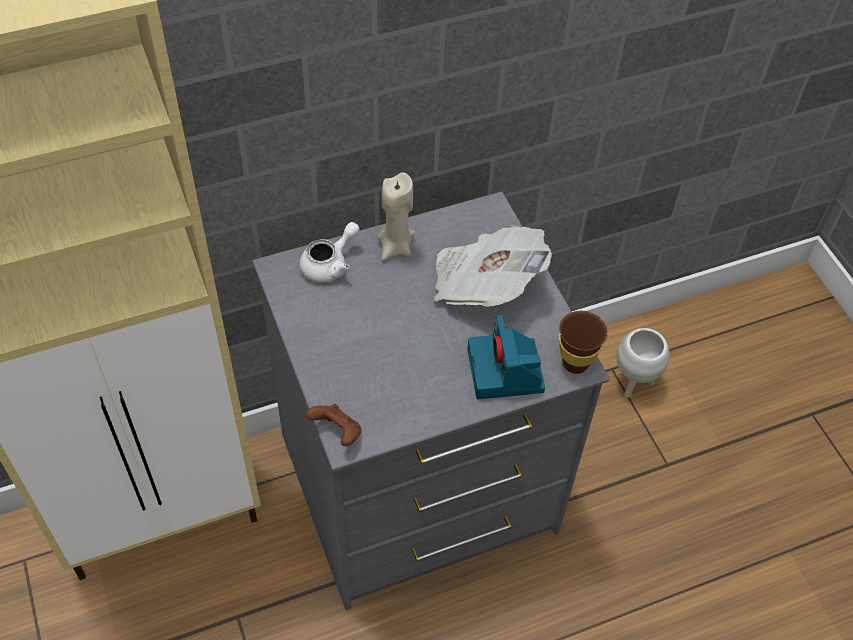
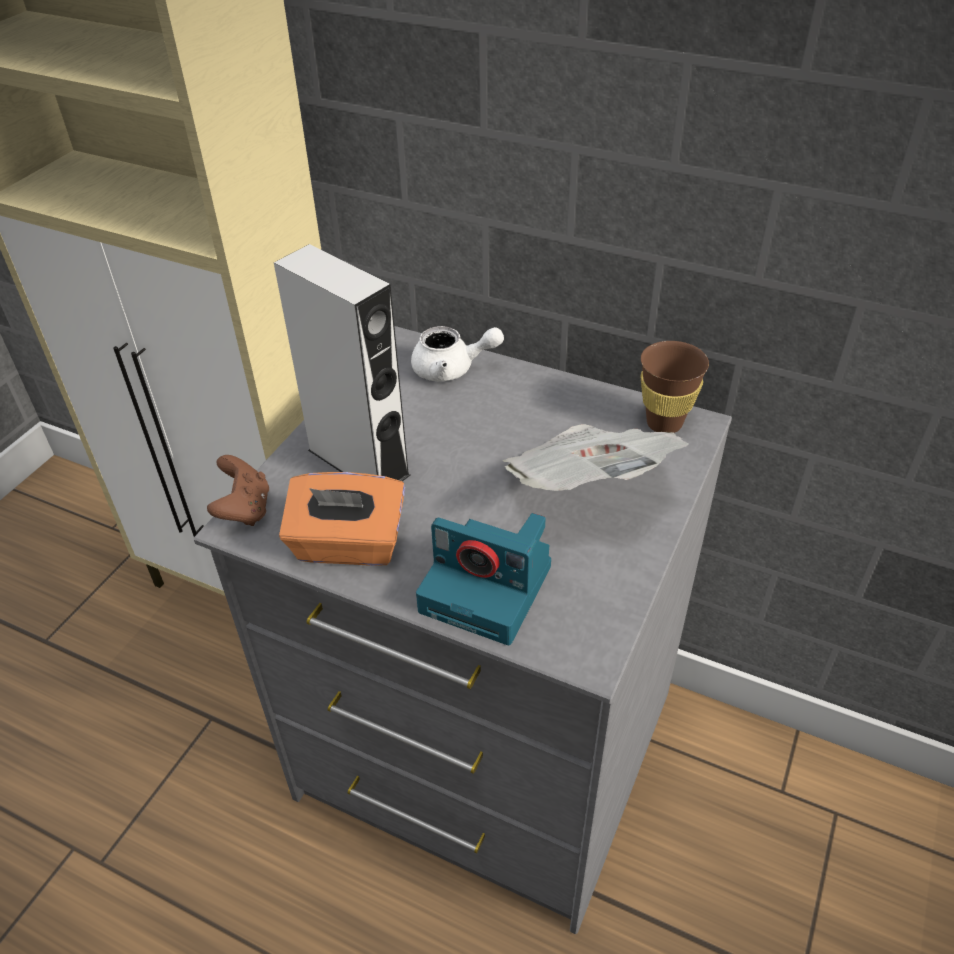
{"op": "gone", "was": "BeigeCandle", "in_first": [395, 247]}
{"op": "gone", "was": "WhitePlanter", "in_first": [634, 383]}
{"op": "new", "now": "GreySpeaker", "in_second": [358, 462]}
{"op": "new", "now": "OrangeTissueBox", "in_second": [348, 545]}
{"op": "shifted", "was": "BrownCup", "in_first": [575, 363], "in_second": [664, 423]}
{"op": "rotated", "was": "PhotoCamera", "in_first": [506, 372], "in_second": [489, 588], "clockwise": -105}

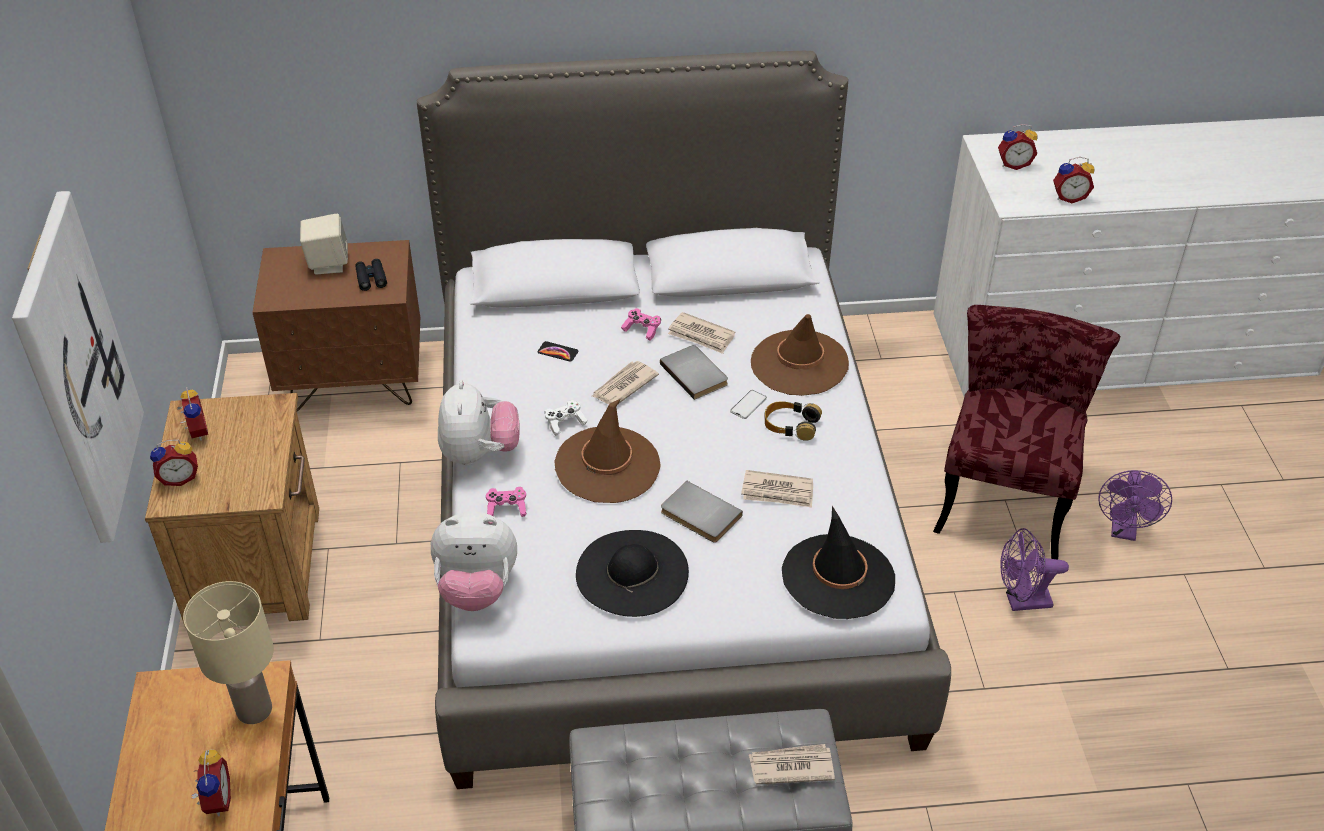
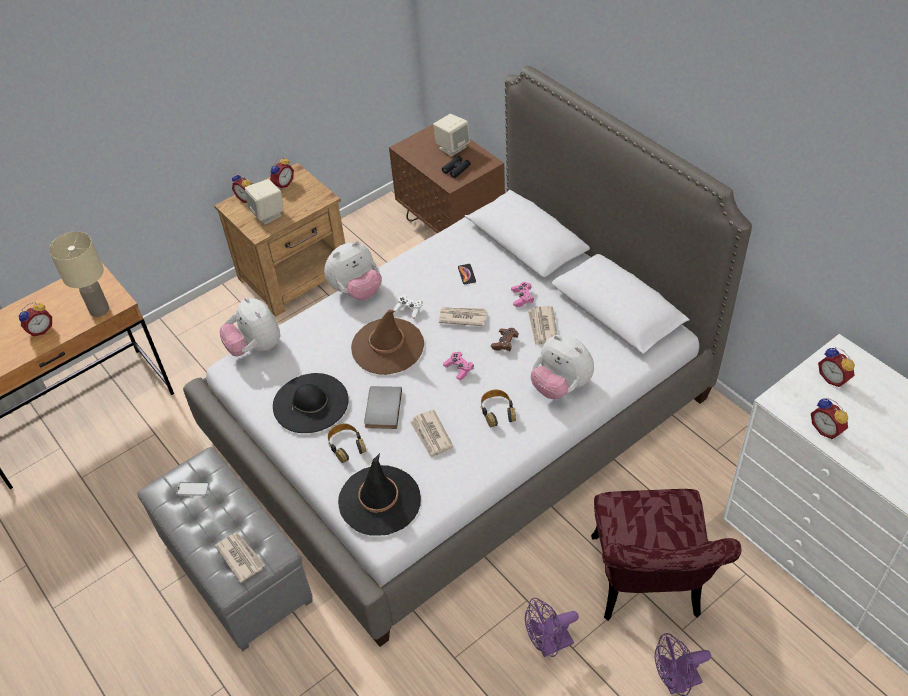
{"op": "gone", "was": "Picture", "in_first": [76, 371]}
{"op": "new", "now": "BeigeSpeaker", "in_second": [268, 214]}
{"op": "new", "now": "Headphones", "in_second": [346, 445]}
{"op": "shifted", "was": "PinkGameController", "in_first": [507, 508], "in_second": [459, 369]}
{"op": "shifted", "was": "Phone", "in_first": [748, 405], "in_second": [193, 489]}
{"op": "swapped", "was": "GreyBook", "now": "BrownGameController", "in_first": [696, 373], "in_second": [505, 343]}
{"op": "swapped", "was": "BrownHat", "now": "PlushToy", "in_first": [799, 363], "in_second": [561, 386]}
{"op": "rotated", "was": "RedChair", "in_first": [1005, 493], "in_second": [648, 588], "clockwise": 105}
{"op": "rotated", "was": "PurpleFan", "in_first": [1021, 602], "in_second": [549, 645], "clockwise": -75}

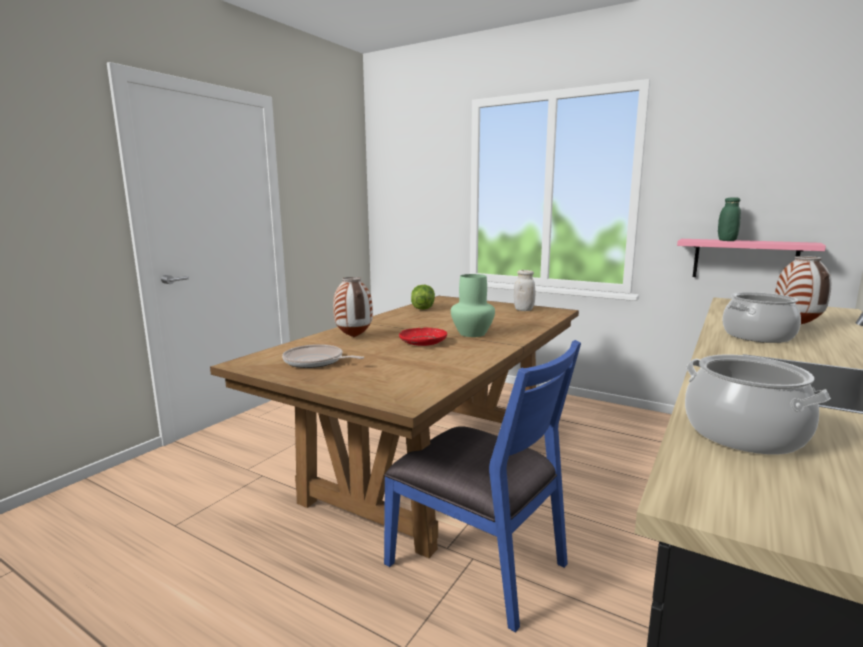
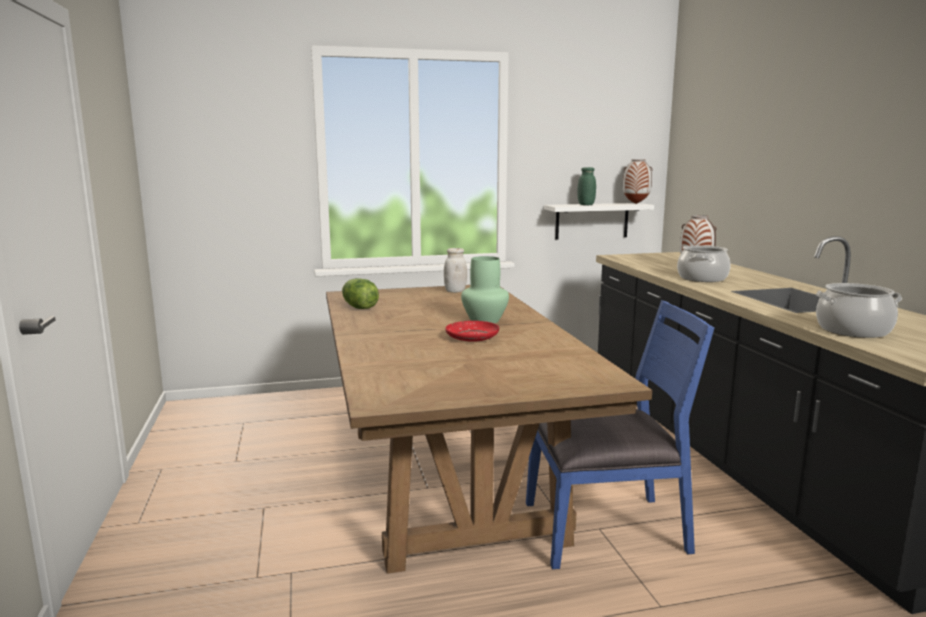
{"op": "gone", "was": "FryingPan", "in_first": [316, 361]}
{"op": "shifted", "was": "Vase", "in_first": [353, 337], "in_second": [635, 204]}
{"op": "repainted", "was": "PinkShelf", "now": "WhiteShelf", "in_first": [744, 260], "in_second": [592, 221]}

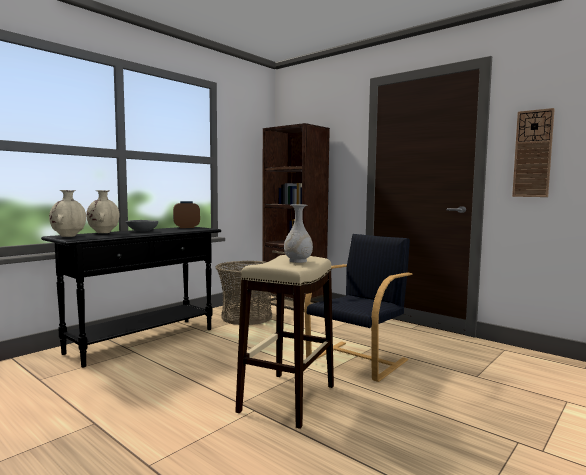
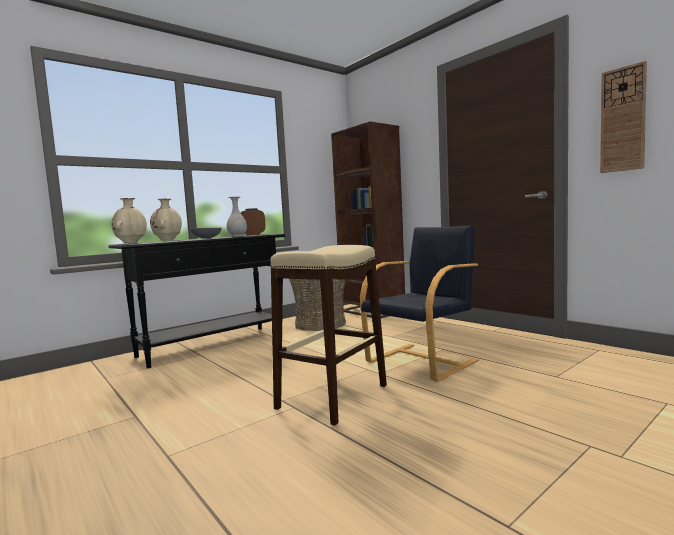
{"op": "shifted", "was": "WhiteVase", "in_first": [298, 261], "in_second": [237, 236]}

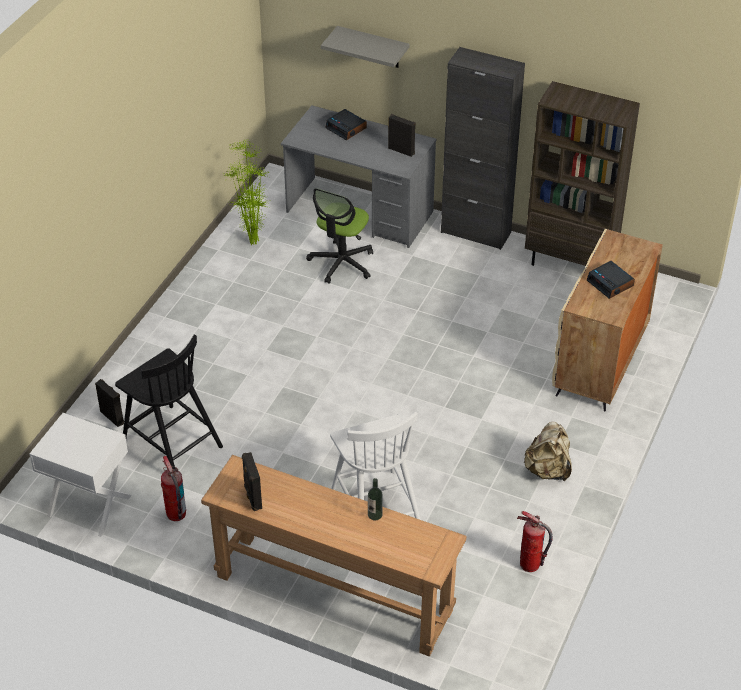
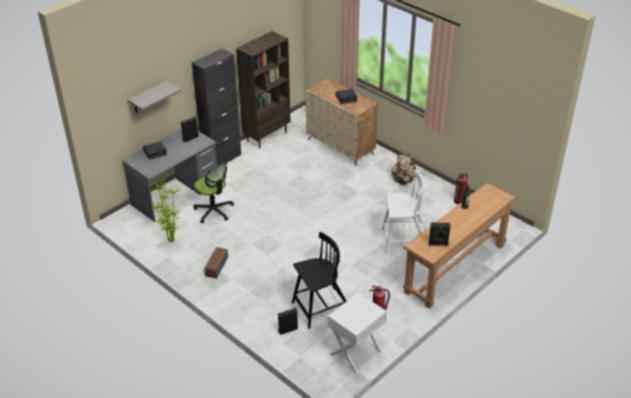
{"op": "new", "now": "Speaker", "in_second": [216, 266]}

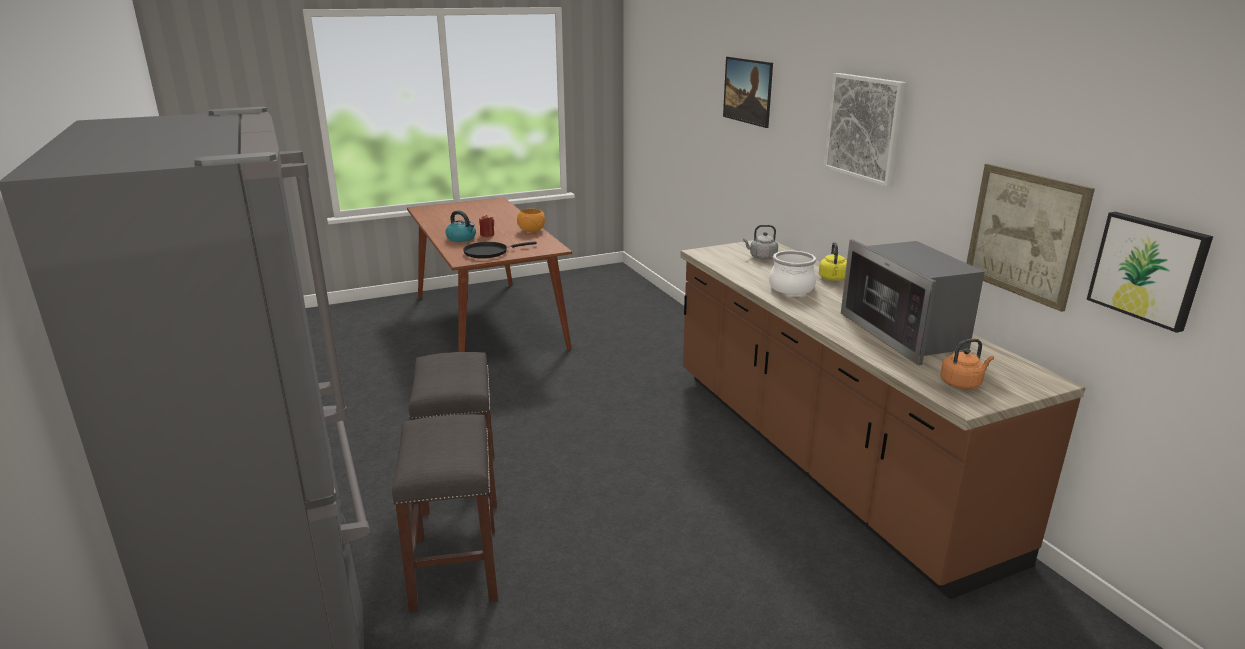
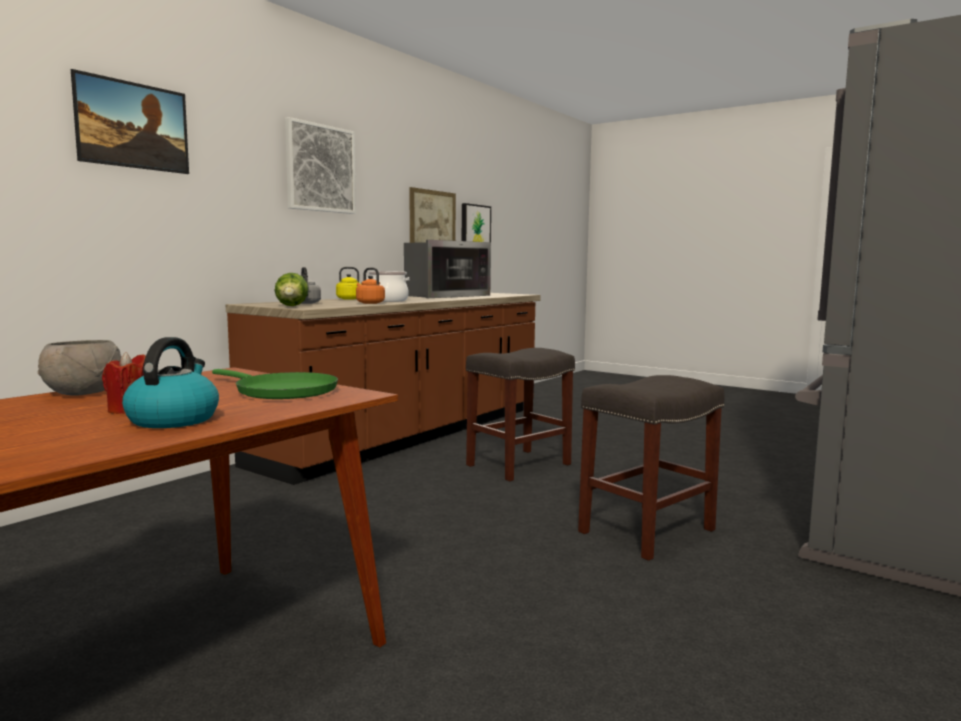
{"op": "new", "now": "Lettuce", "in_second": [292, 306]}
{"op": "shifted", "was": "GreyStool", "in_first": [455, 569], "in_second": [519, 464]}
{"op": "shifted", "was": "OrangeKettle", "in_first": [962, 383], "in_second": [369, 303]}
{"op": "repainted", "was": "BlackFryingPan", "now": "GreenFryingPan", "in_first": [489, 252], "in_second": [282, 391]}
{"op": "repainted", "was": "OrangeBowl", "now": "GreyBowl", "in_first": [531, 231], "in_second": [85, 393]}

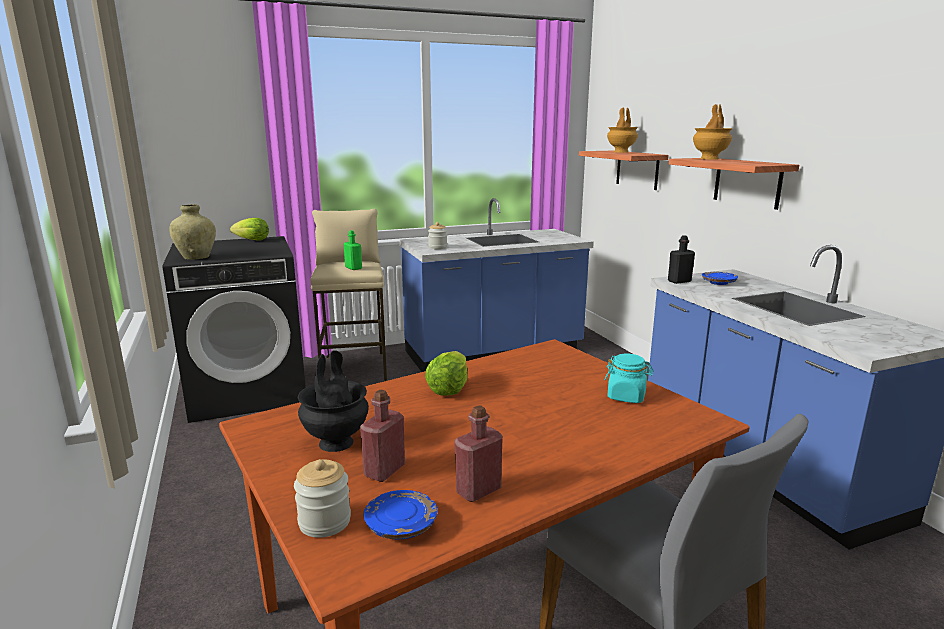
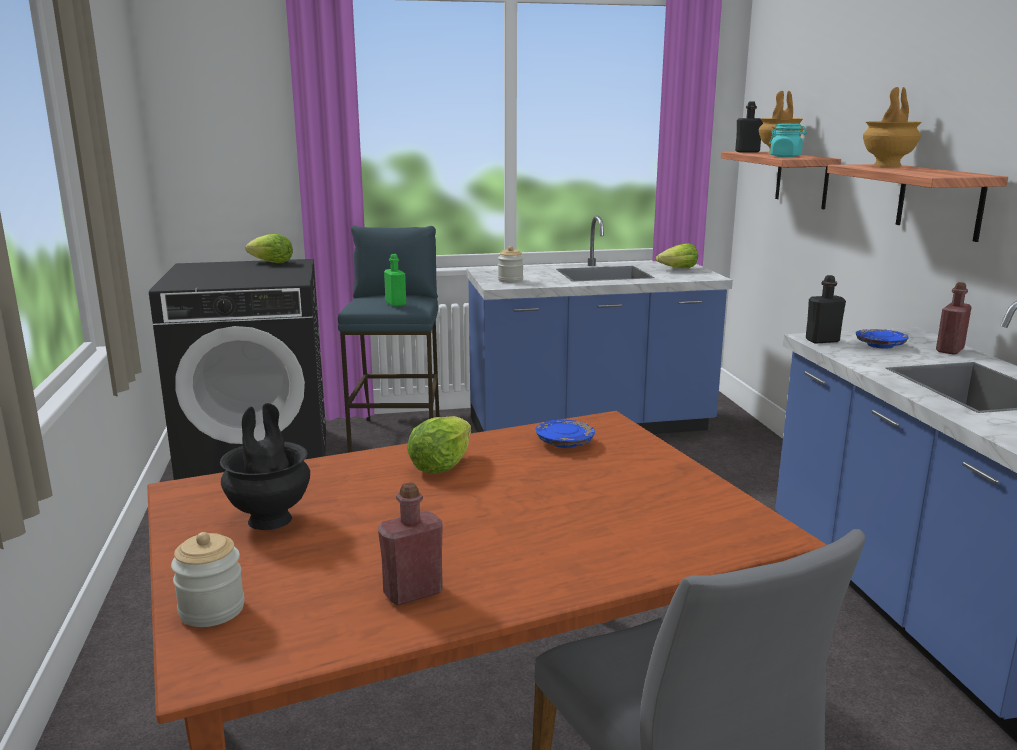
{"op": "gone", "was": "BeigeVase", "in_first": [196, 257]}
{"op": "new", "now": "Lettuce", "in_second": [678, 269]}
{"op": "new", "now": "BlackBottle", "in_second": [747, 152]}
{"op": "shifted", "was": "RedBottle", "in_first": [384, 471], "in_second": [949, 350]}
{"op": "shifted", "was": "BluePlate", "in_first": [401, 525], "in_second": [564, 442]}
{"op": "shifted", "was": "TurquoiseJar", "in_first": [626, 396], "in_second": [785, 156]}
{"op": "repainted", "was": "BeigeStool", "now": "BlueStool", "in_first": [355, 368], "in_second": [398, 437]}

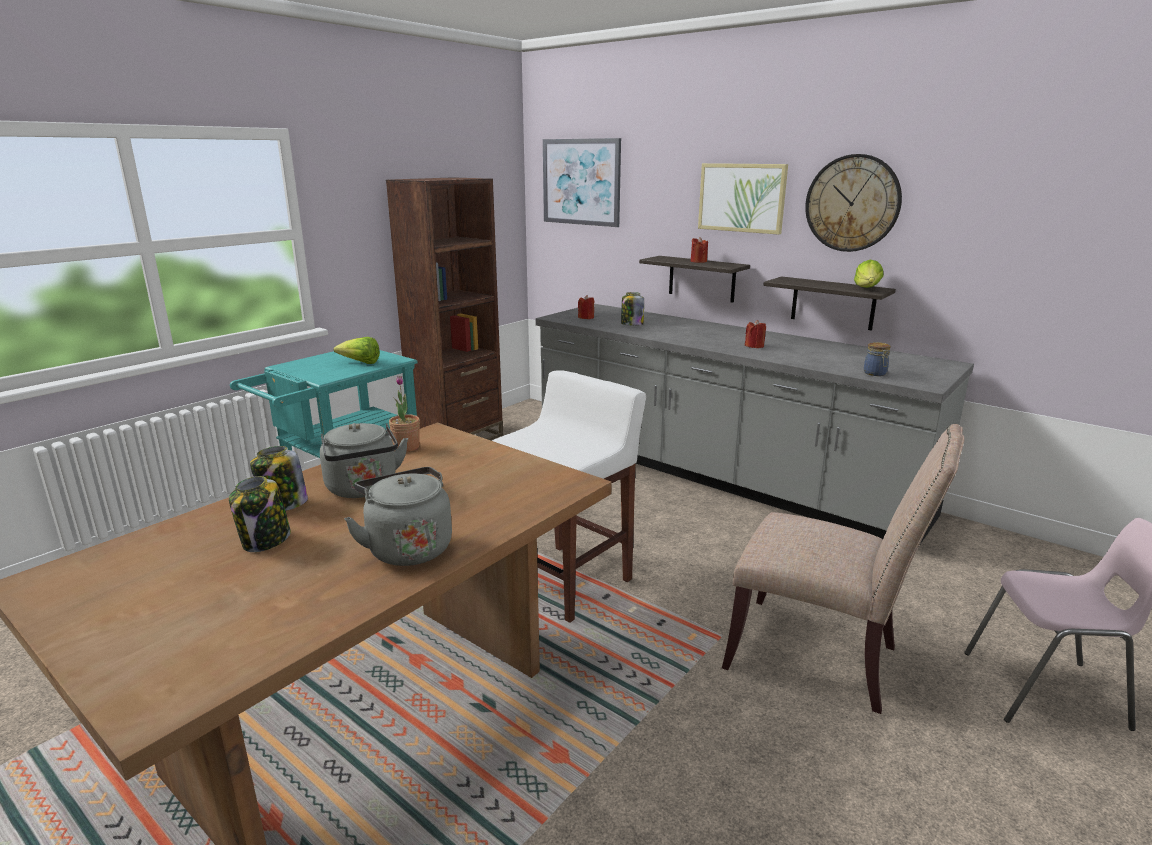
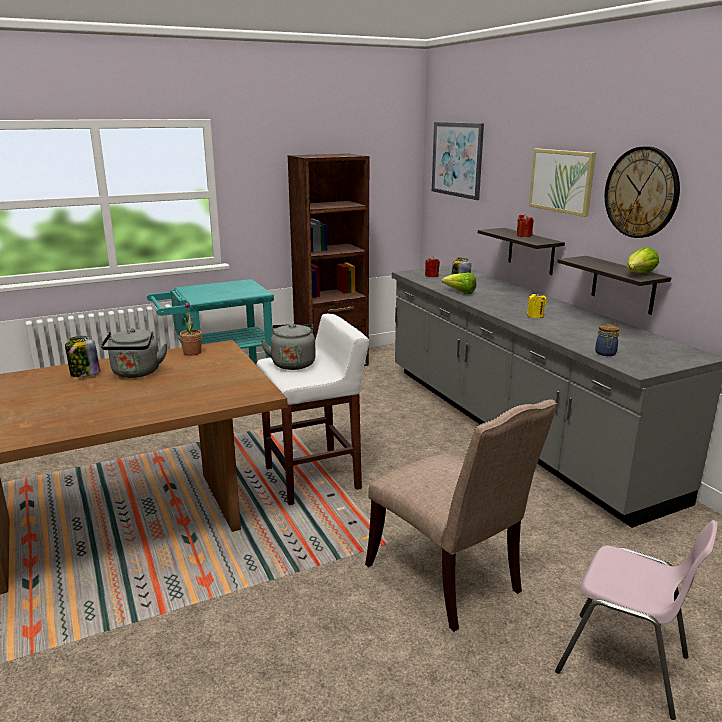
{"op": "gone", "was": "Jar", "in_first": [265, 541]}
{"op": "shifted", "was": "Lettuce", "in_first": [361, 363], "in_second": [460, 293]}
{"op": "shifted", "was": "GreyKettle", "in_first": [407, 547], "in_second": [293, 363]}
{"op": "repainted", "was": "RedCandle", "now": "YellowCandle", "in_first": [754, 346], "in_second": [535, 316]}

